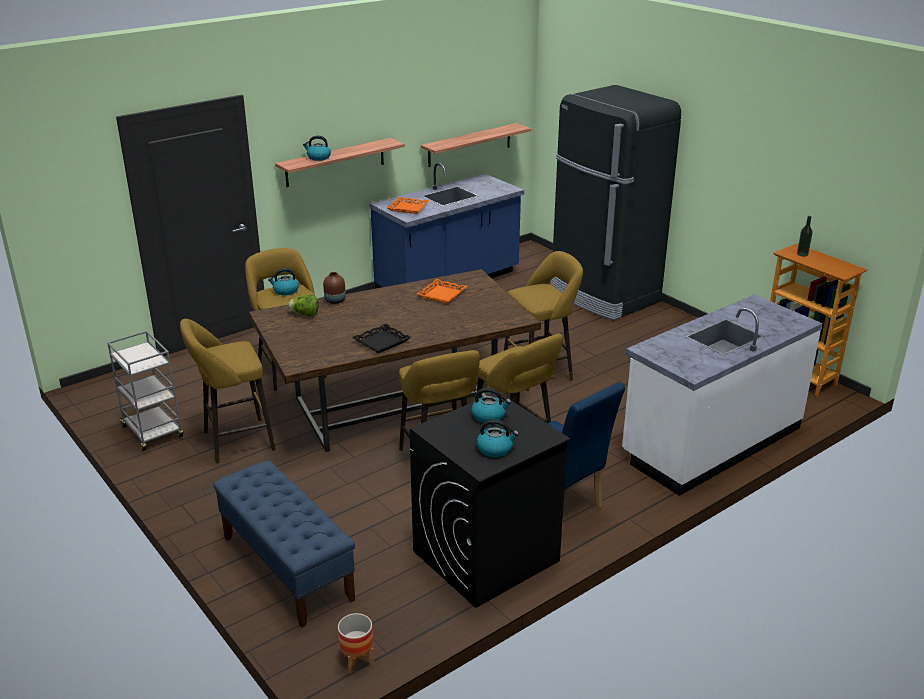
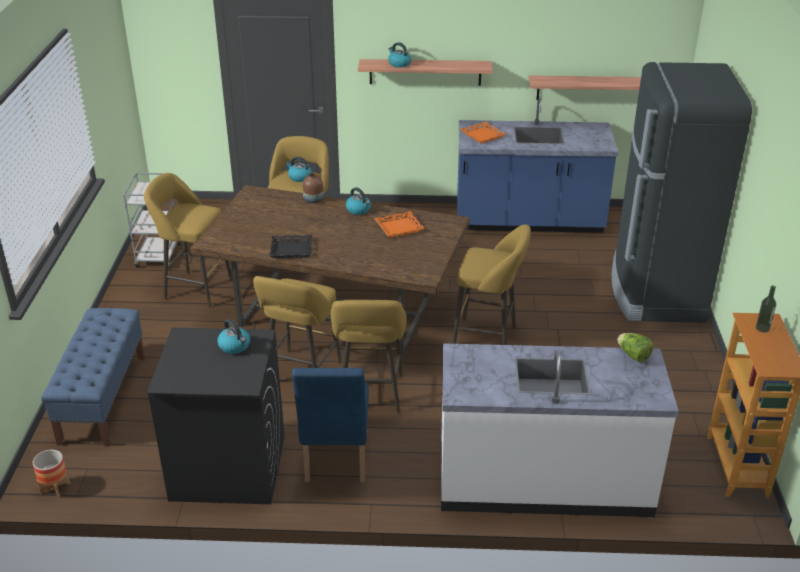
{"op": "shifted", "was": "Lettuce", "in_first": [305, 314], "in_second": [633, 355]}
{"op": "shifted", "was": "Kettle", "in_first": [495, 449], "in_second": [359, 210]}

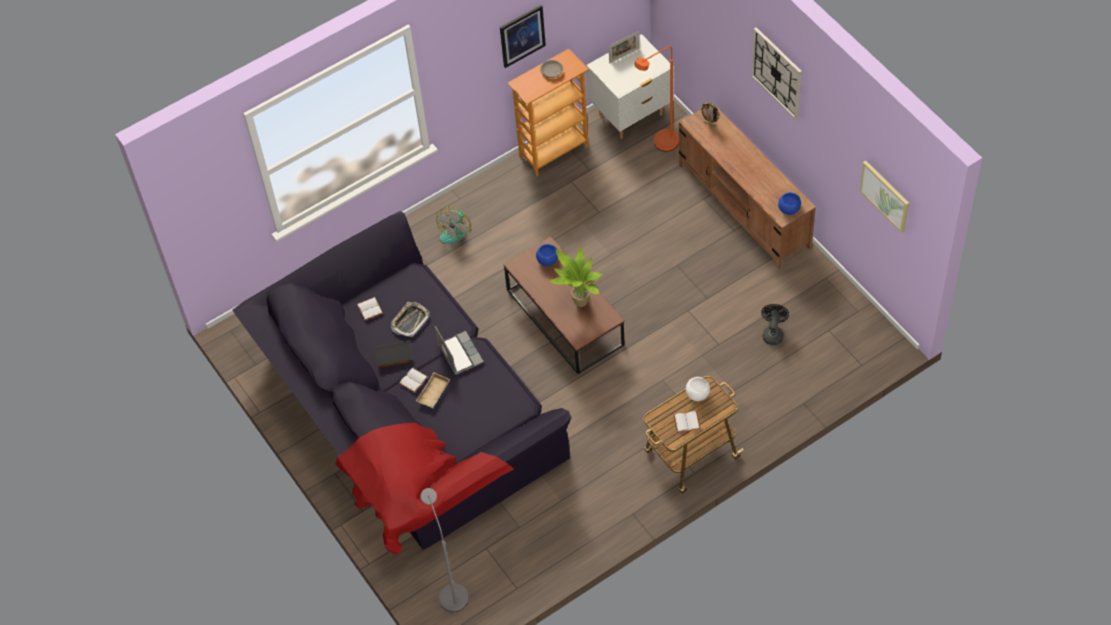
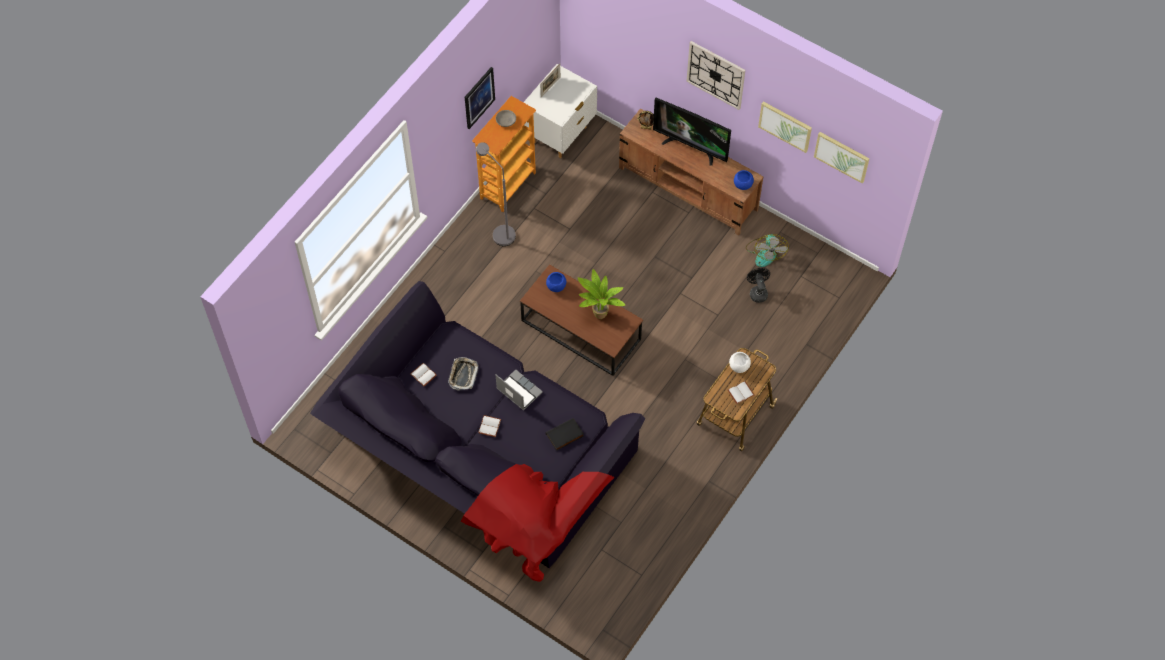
{"op": "gone", "was": "BeigeTray", "in_first": [434, 393]}
{"op": "gone", "was": "OrangeFloorLamp", "in_first": [660, 145]}
{"op": "new", "now": "Television", "in_second": [691, 147]}
{"op": "new", "now": "Picture", "in_second": [785, 126]}
{"op": "shifted", "was": "BlackBook", "in_first": [394, 357], "in_second": [565, 436]}
{"op": "shifted", "was": "GreyFloorLamp", "in_first": [451, 591], "in_second": [500, 232]}
{"op": "shifted", "was": "Fan", "in_first": [455, 230], "in_second": [765, 252]}

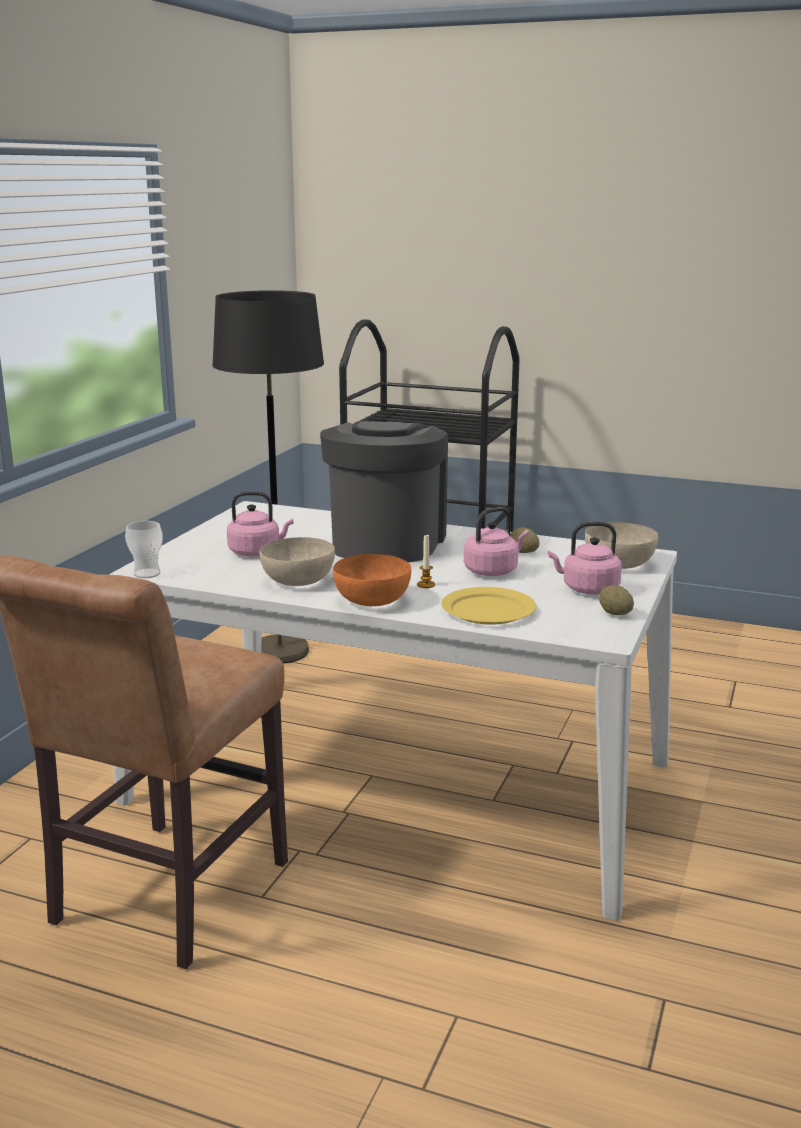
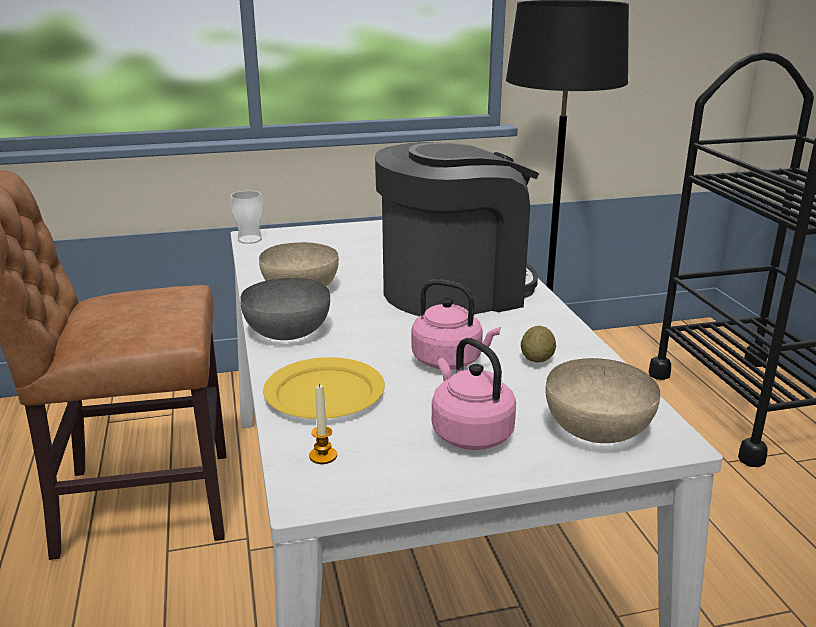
{"op": "gone", "was": "PinkKettle", "in_first": [257, 552]}
{"op": "gone", "was": "Potato", "in_first": [615, 614]}
{"op": "shifted", "was": "Candle", "in_first": [426, 585], "in_second": [323, 456]}
{"op": "repainted", "was": "OrangeBowl", "now": "GreyBowl", "in_first": [371, 600], "in_second": [287, 330]}

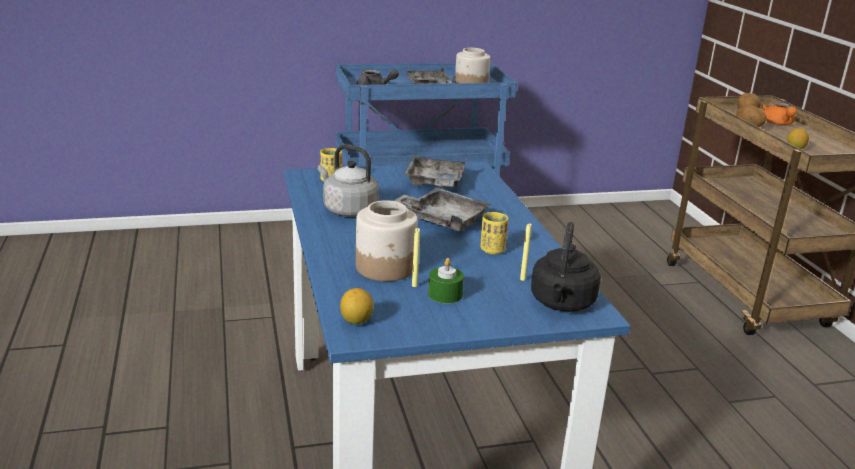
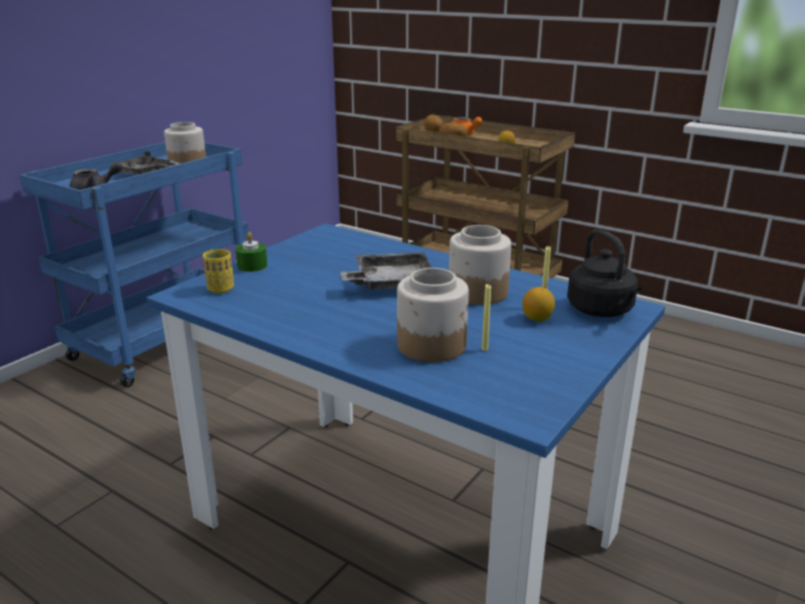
{"op": "gone", "was": "GreyKettle", "in_first": [347, 209]}
{"op": "gone", "was": "GreyTray", "in_first": [434, 183]}
{"op": "shifted", "was": "Lemon", "in_first": [356, 321], "in_second": [537, 319]}
{"op": "shifted", "was": "GreenCandle", "in_first": [445, 294], "in_second": [252, 266]}
{"op": "swapped", "was": "YellowCup", "now": "Jar", "in_first": [492, 250], "in_second": [477, 292]}

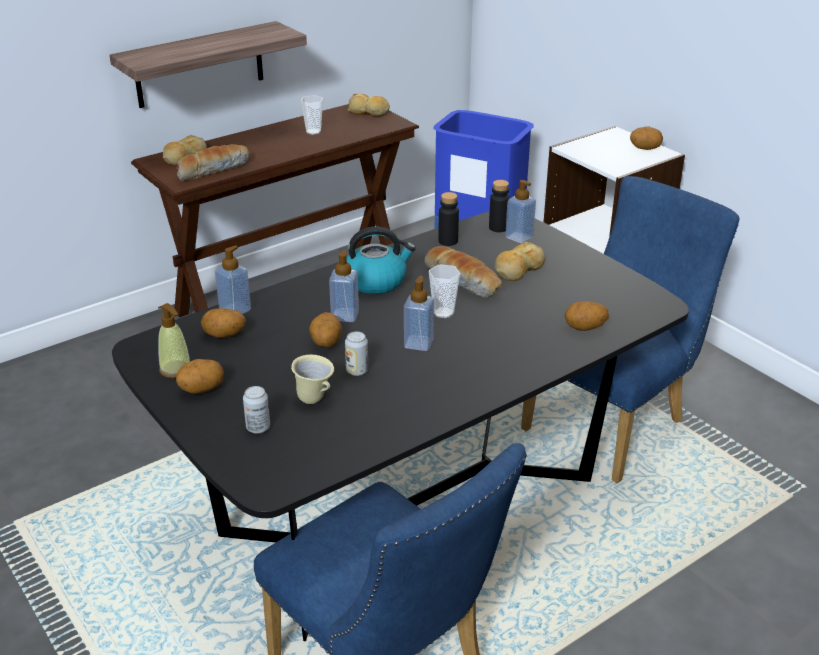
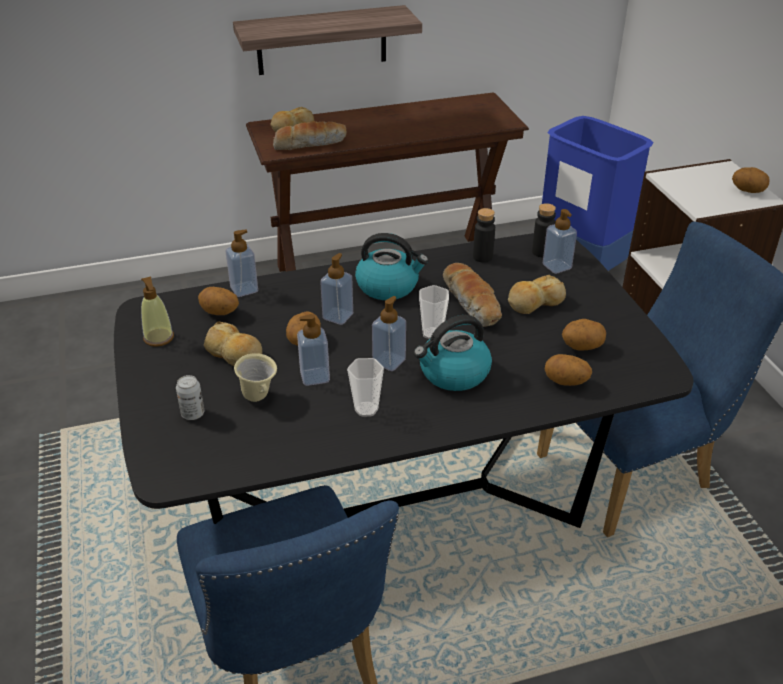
{"op": "new", "now": "Kettle", "in_second": [453, 373]}
{"op": "shifted", "was": "Potato", "in_first": [201, 389], "in_second": [582, 347]}
{"op": "shifted", "was": "Cup", "in_first": [313, 131], "in_second": [366, 409]}
{"op": "shifted", "was": "Bread", "in_first": [369, 112], "in_second": [234, 354]}
{"op": "swapped", "was": "Can", "now": "SoapDispenser", "in_first": [357, 370], "in_second": [315, 377]}

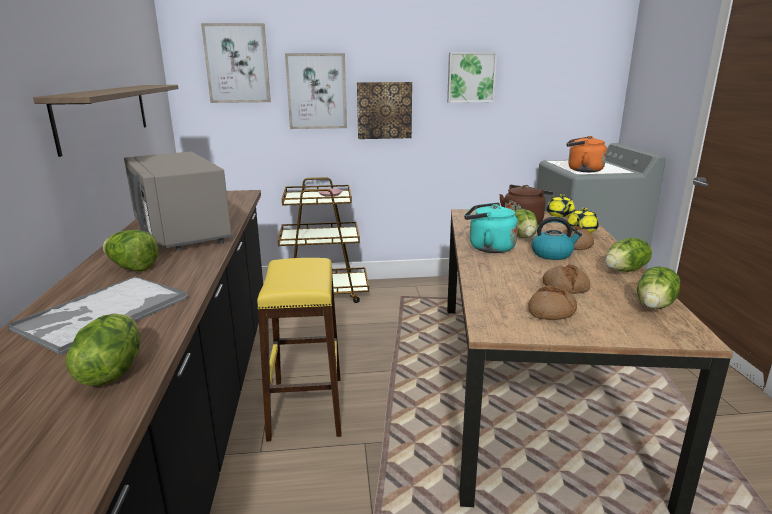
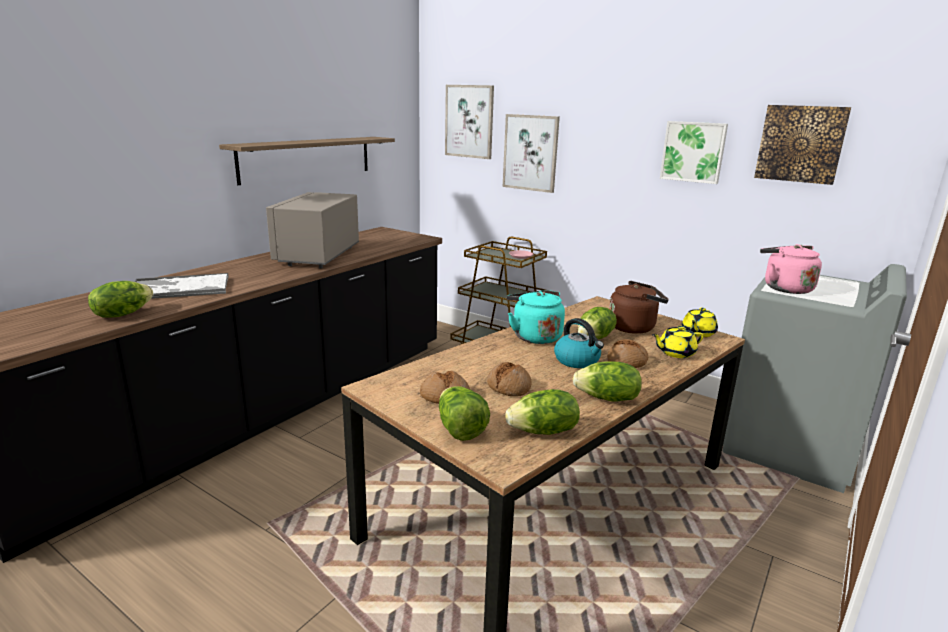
{"op": "gone", "was": "YellowStool", "in_first": [306, 407]}
{"op": "shifted", "was": "Lettuce", "in_first": [132, 268], "in_second": [460, 430]}
{"op": "shifted", "was": "Picture", "in_first": [384, 110], "in_second": [800, 144]}
{"op": "repainted", "was": "OrangeKettle", "now": "PinkKettle", "in_first": [582, 170], "in_second": [784, 288]}

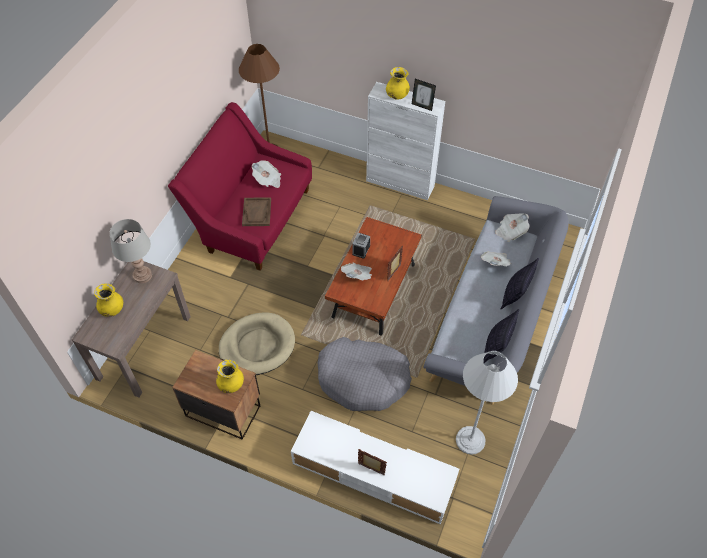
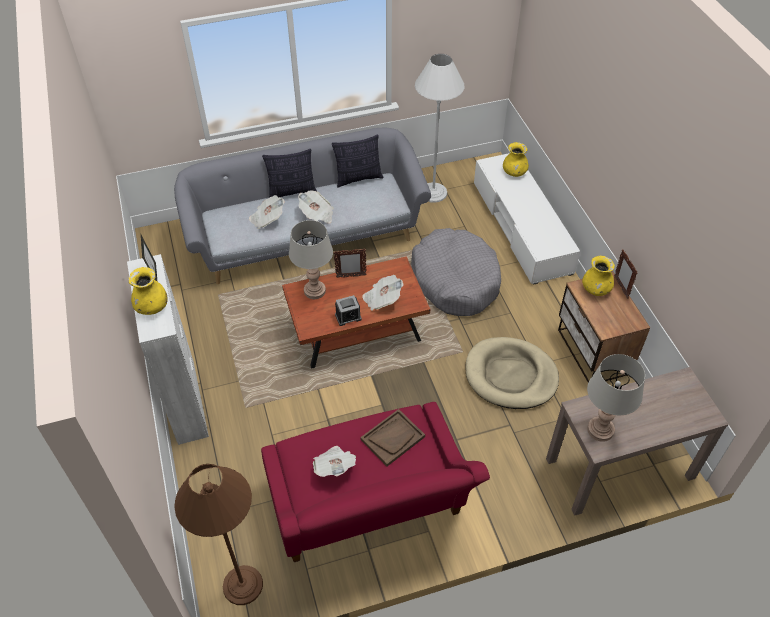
{"op": "new", "now": "GreyTableLamp", "in_second": [314, 291]}
{"op": "shifted", "was": "YellowVase", "in_first": [112, 309], "in_second": [514, 173]}
{"op": "shifted", "was": "PictureFrame", "in_first": [371, 469], "in_second": [621, 287]}
{"op": "shifted", "was": "Newspaper", "in_first": [510, 231], "in_second": [317, 214]}

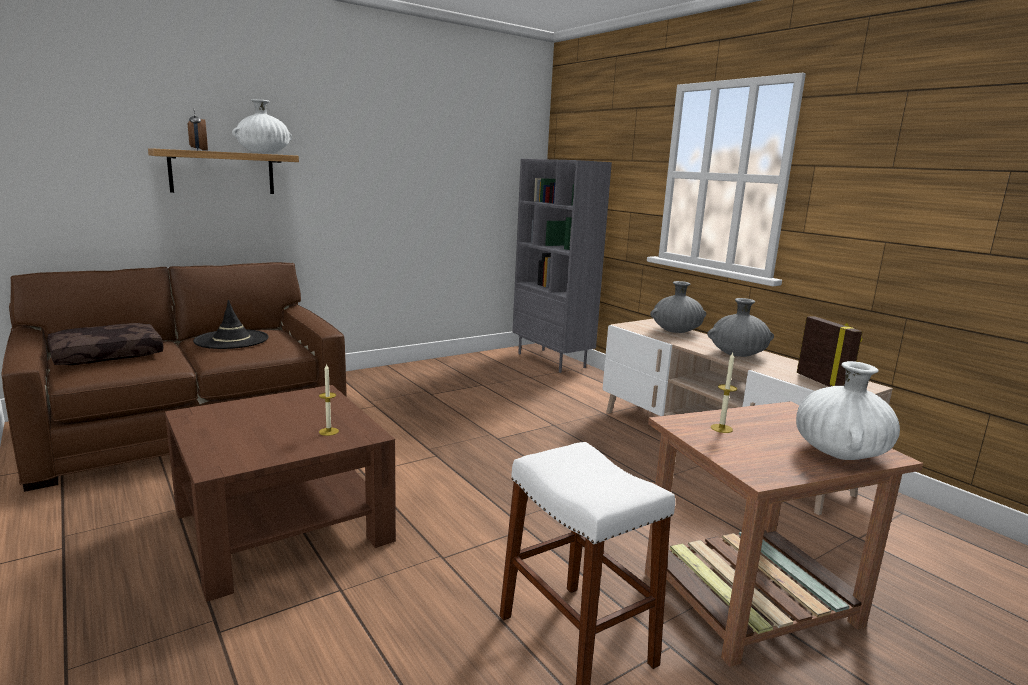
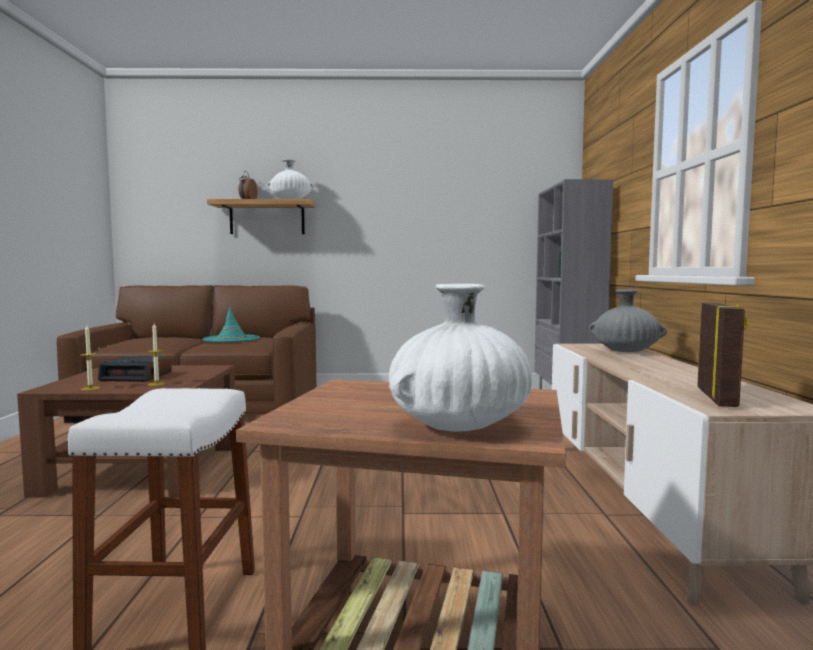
{"op": "gone", "was": "BrownPillow", "in_first": [108, 355]}
{"op": "gone", "was": "GreyVase", "in_first": [738, 354]}
{"op": "new", "now": "AlarmClock", "in_second": [137, 376]}
{"op": "shifted", "was": "Candle", "in_first": [721, 428], "in_second": [90, 388]}
{"op": "repainted", "was": "BlackHat", "now": "TurquoiseHat", "in_first": [231, 340], "in_second": [231, 339]}

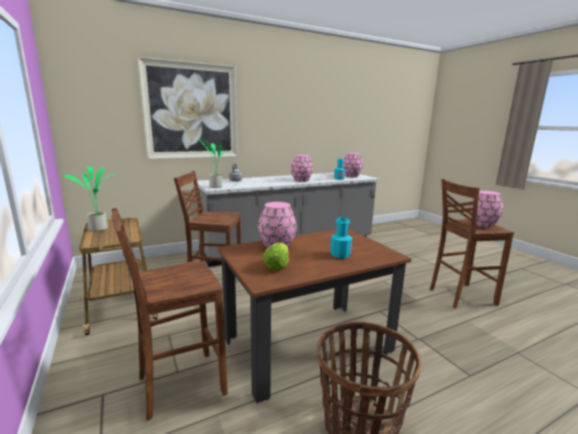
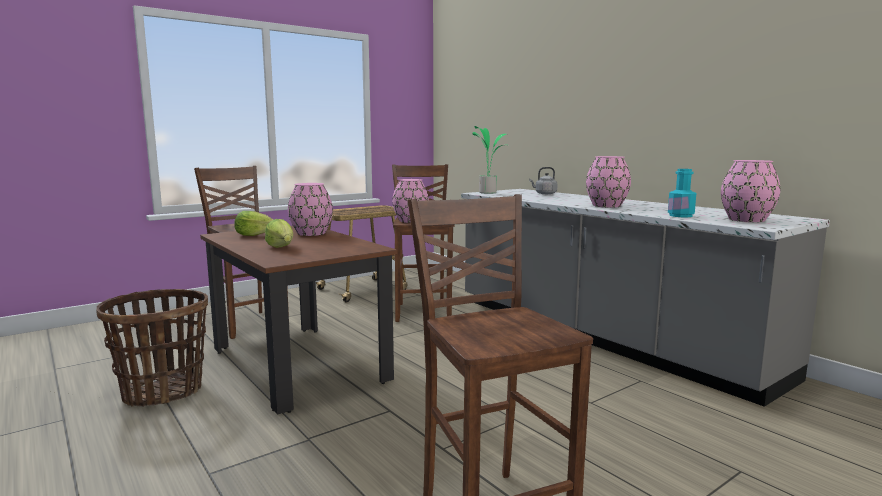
{"op": "gone", "was": "PottedPlant", "in_first": [99, 228]}
{"op": "gone", "was": "Picture", "in_first": [191, 111]}
{"op": "shifted", "was": "PinkVase", "in_first": [482, 225], "in_second": [410, 221]}
{"op": "swapped", "was": "TurquoiseBottle", "now": "Lettuce", "in_first": [340, 255], "in_second": [281, 247]}

